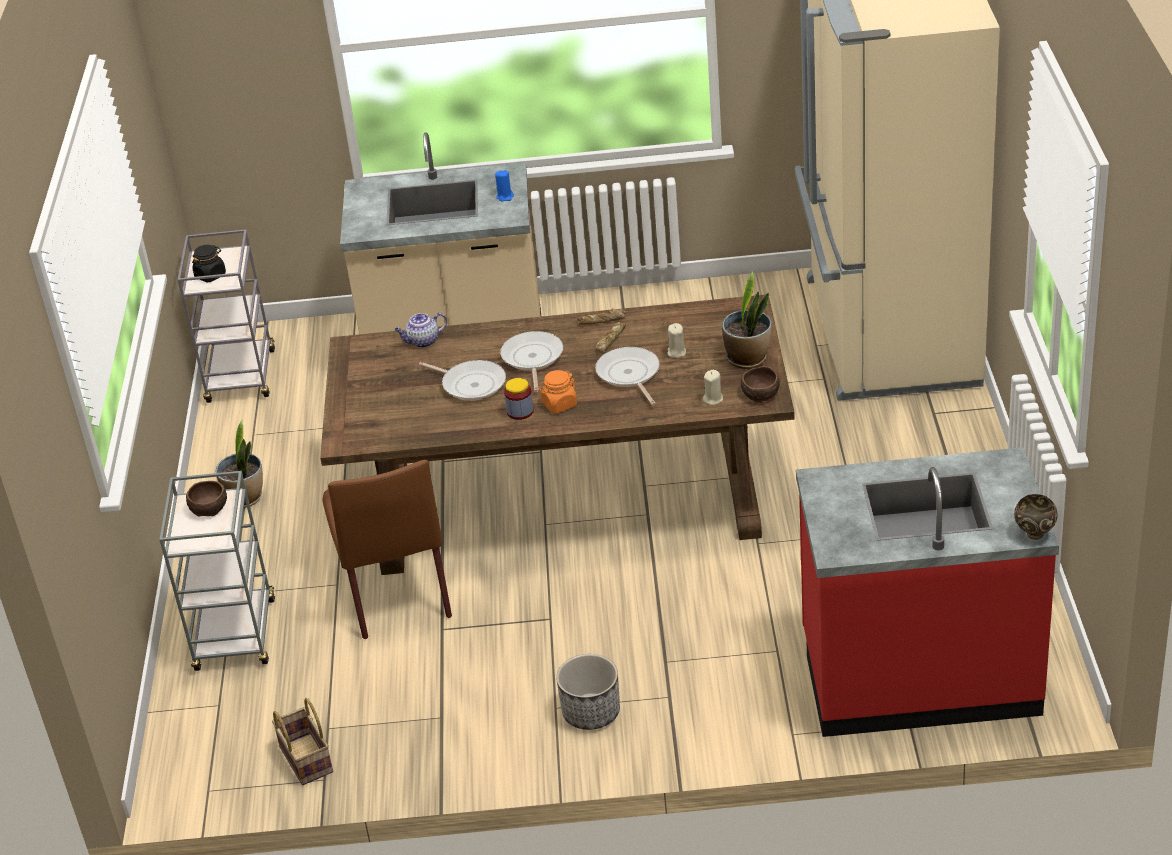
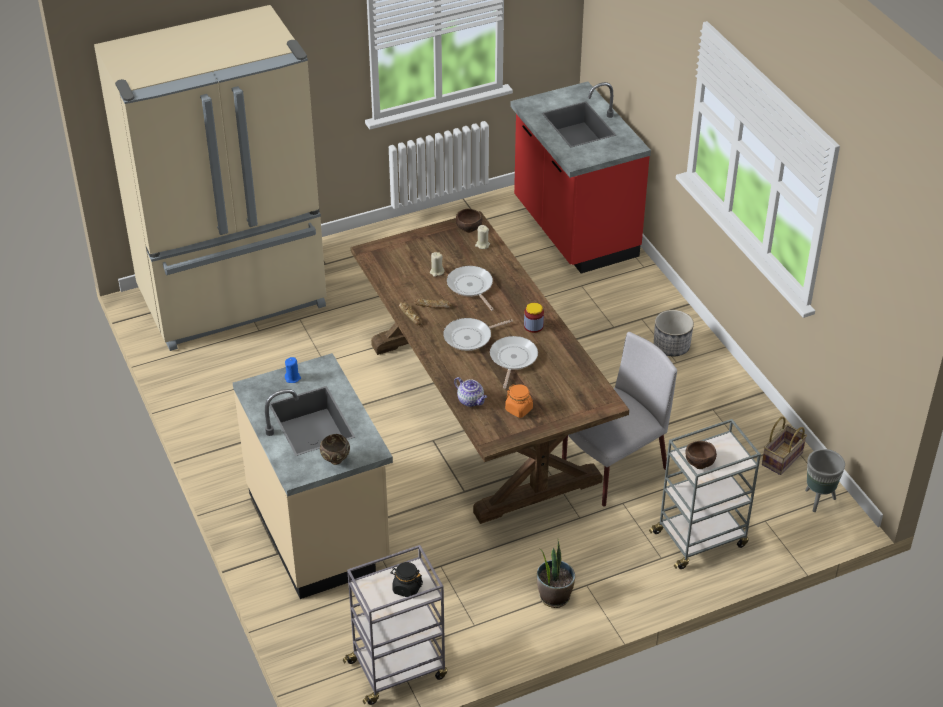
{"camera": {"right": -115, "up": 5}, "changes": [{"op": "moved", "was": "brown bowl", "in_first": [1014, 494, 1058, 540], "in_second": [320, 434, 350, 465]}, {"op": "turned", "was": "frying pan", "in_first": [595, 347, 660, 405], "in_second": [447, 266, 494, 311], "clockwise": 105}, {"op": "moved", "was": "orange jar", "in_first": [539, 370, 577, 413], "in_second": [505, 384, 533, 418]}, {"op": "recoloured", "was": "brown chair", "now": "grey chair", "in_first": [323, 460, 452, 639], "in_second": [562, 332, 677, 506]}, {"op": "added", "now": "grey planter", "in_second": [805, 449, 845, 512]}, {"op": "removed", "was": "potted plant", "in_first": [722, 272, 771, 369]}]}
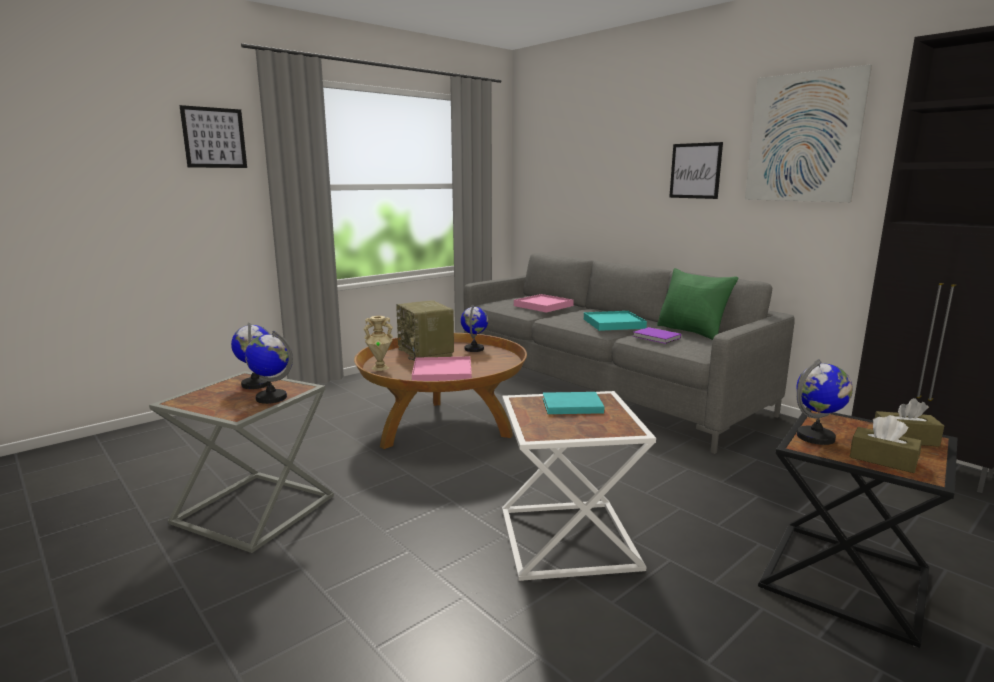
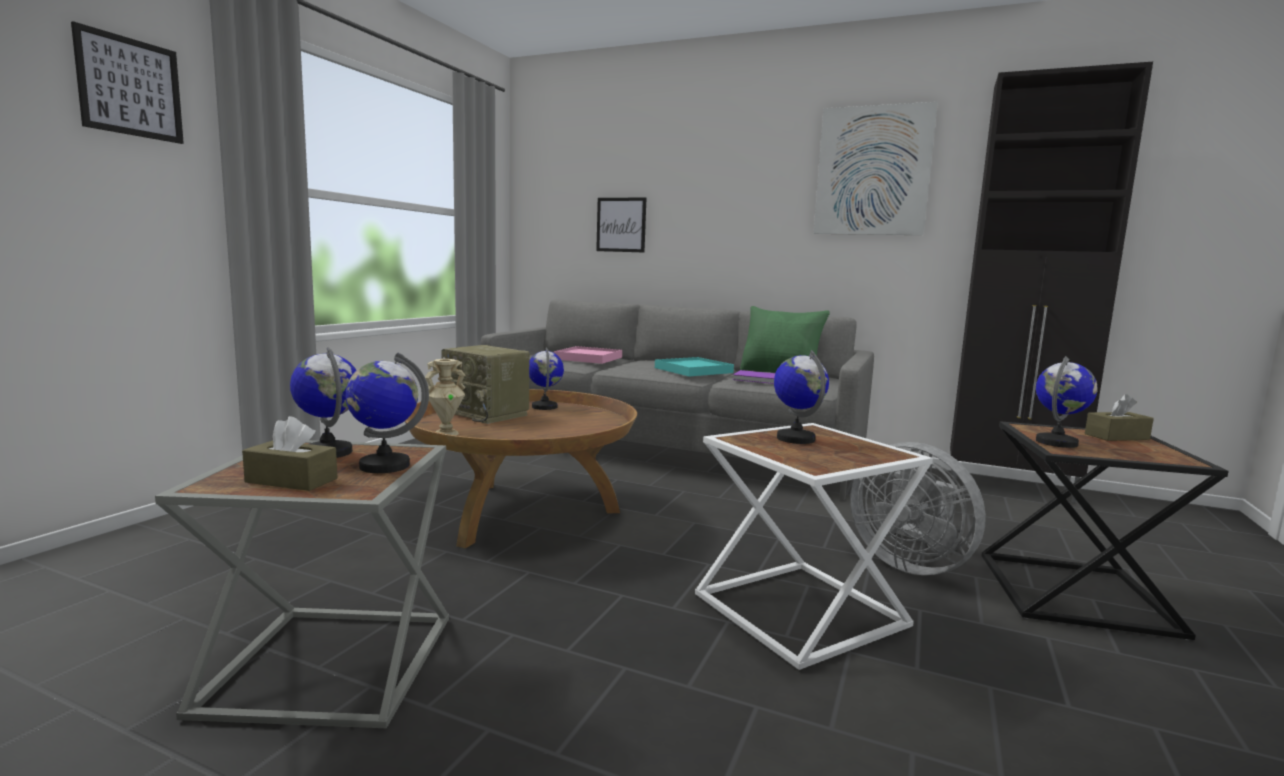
{"camera": {"right": -25, "up": -5}, "changes": [{"op": "moved", "was": "brown tissue box", "in_first": [850, 415, 922, 473], "in_second": [242, 416, 337, 491]}, {"op": "moved", "was": "picture", "in_first": [669, 142, 723, 199], "in_second": [596, 198, 646, 252]}, {"op": "replaced", "was": "turquoise book", "now": "globe", "in_first": [543, 392, 604, 414], "in_second": [774, 350, 829, 444]}, {"op": "added", "now": "grey fan", "in_second": [850, 442, 986, 575]}, {"op": "removed", "was": "pink tray", "in_first": [412, 357, 472, 381]}]}
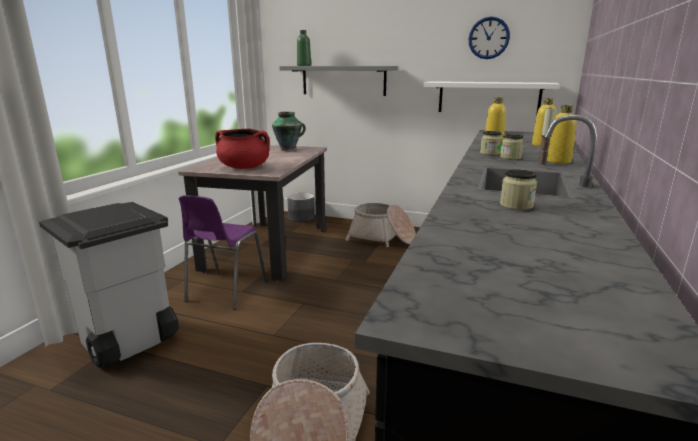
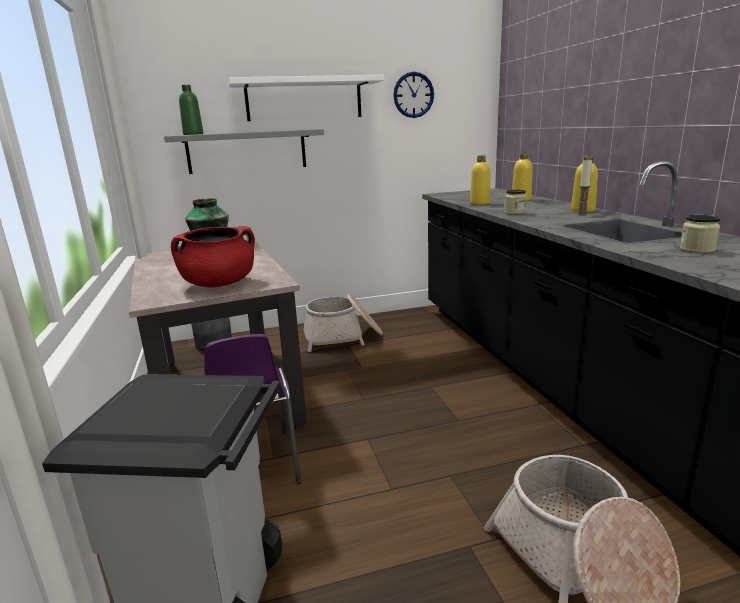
{"camera": {"right": -35, "up": 0}, "changes": [{"op": "moved", "was": "white shelf", "in_first": [423, 81, 560, 115], "in_second": [228, 75, 384, 121]}, {"op": "removed", "was": "jar", "in_first": [500, 134, 524, 160]}]}
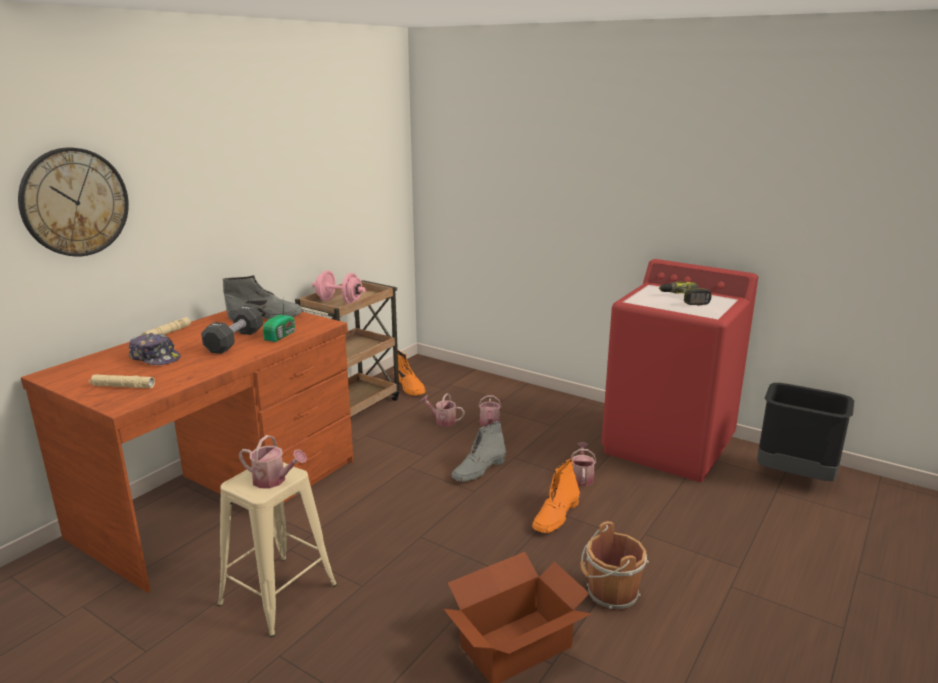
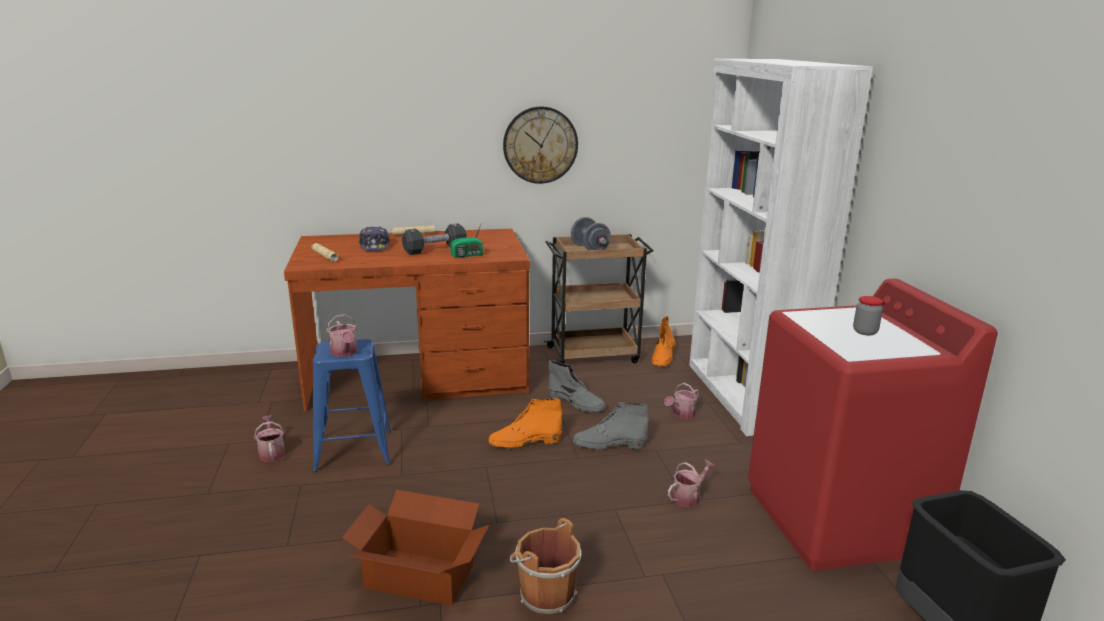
{"camera": {"right": 45, "up": 0}, "changes": [{"op": "moved", "was": "watering can", "in_first": [421, 393, 465, 426], "in_second": [254, 415, 286, 462]}, {"op": "recoloured", "was": "beige stool", "now": "blue stool", "in_first": [217, 462, 337, 637], "in_second": [313, 339, 391, 472]}, {"op": "moved", "was": "orange boot", "in_first": [532, 459, 580, 533], "in_second": [488, 399, 562, 449]}, {"op": "moved", "was": "wall clock", "in_first": [18, 147, 129, 257], "in_second": [503, 106, 578, 184]}, {"op": "moved", "was": "grey boot", "in_first": [223, 275, 302, 321], "in_second": [548, 360, 606, 412]}, {"op": "recoloured", "was": "pink dumbbell", "now": "grey dumbbell", "in_first": [312, 271, 365, 304], "in_second": [571, 217, 611, 250]}, {"op": "added", "now": "white bookcase", "in_second": [689, 59, 873, 436]}, {"op": "replaced", "was": "power drill", "now": "jar", "in_first": [659, 282, 712, 305], "in_second": [853, 296, 883, 335]}]}
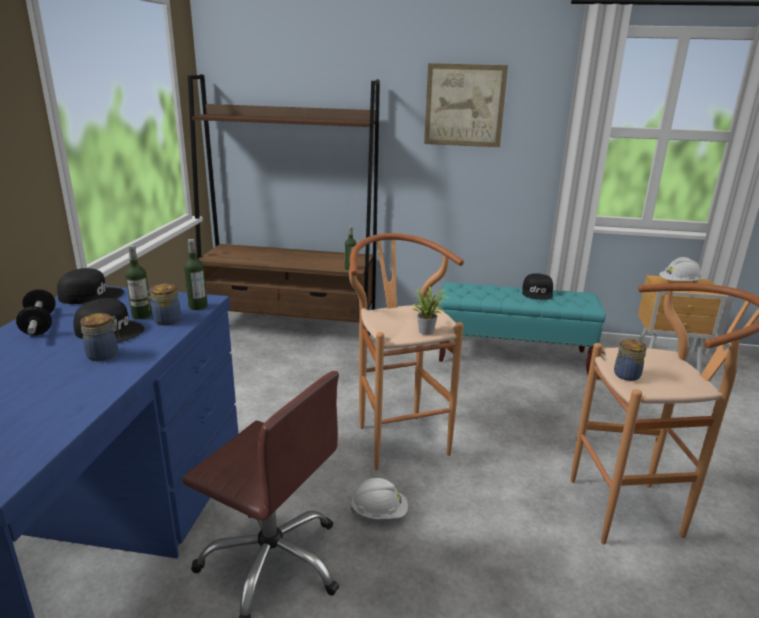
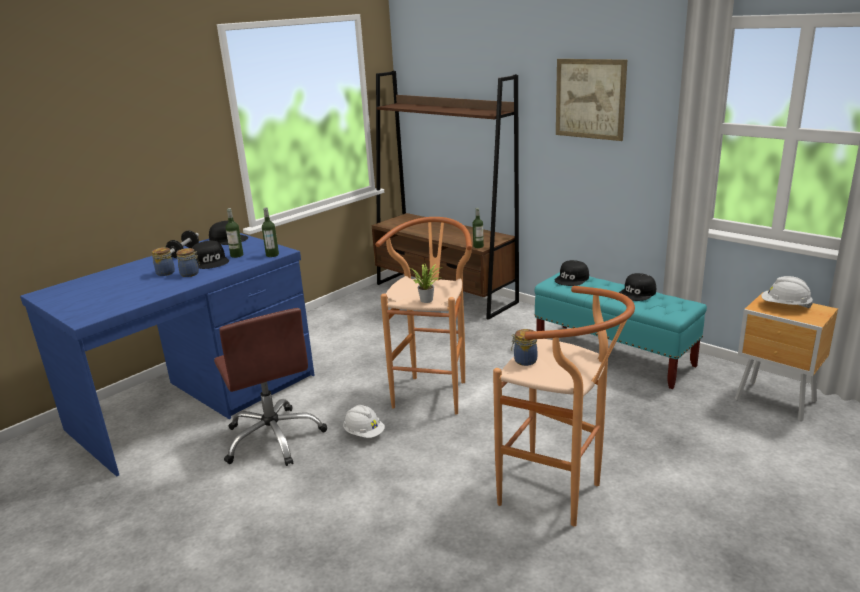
{"camera": {"right": 35, "up": 0}, "changes": [{"op": "moved", "was": "jar", "in_first": [147, 284, 181, 325], "in_second": [152, 247, 175, 276]}, {"op": "added", "now": "black cap", "in_second": [555, 260, 589, 286]}]}
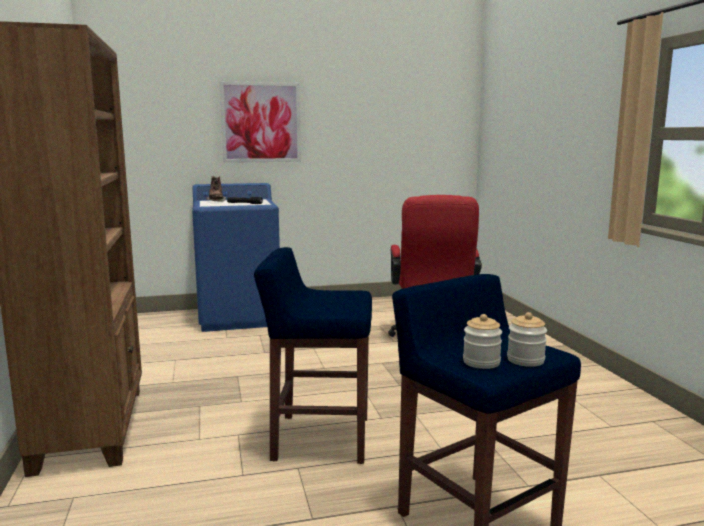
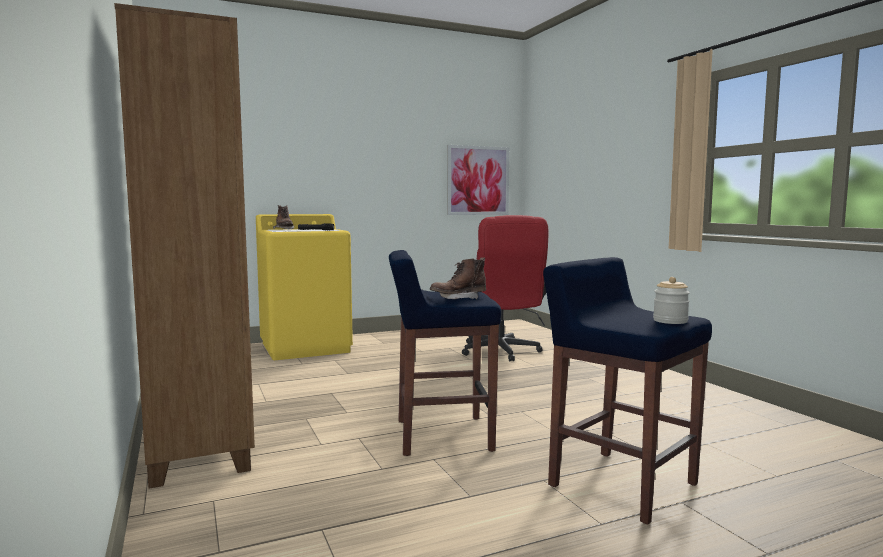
{"camera": {"right": -10, "up": -5}, "changes": [{"op": "recoloured", "was": "blue washing machine", "now": "yellow washing machine", "in_first": [192, 183, 280, 332], "in_second": [256, 214, 353, 360]}, {"op": "added", "now": "brown boot", "in_second": [430, 257, 486, 299]}, {"op": "moved", "was": "picture", "in_first": [220, 81, 301, 163], "in_second": [447, 145, 509, 215]}, {"op": "removed", "was": "jar", "in_first": [463, 314, 502, 369]}]}
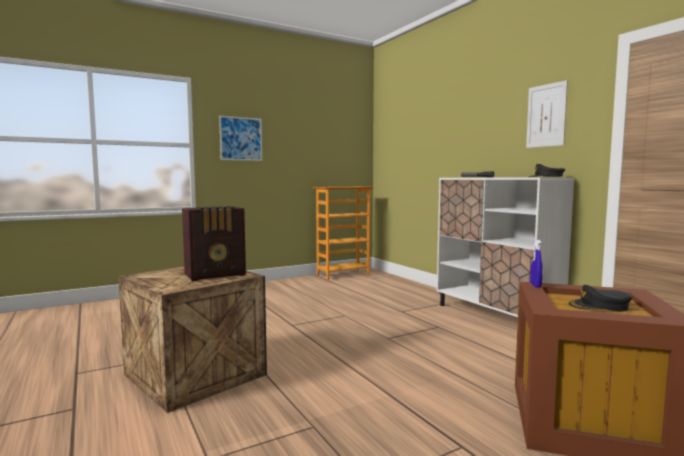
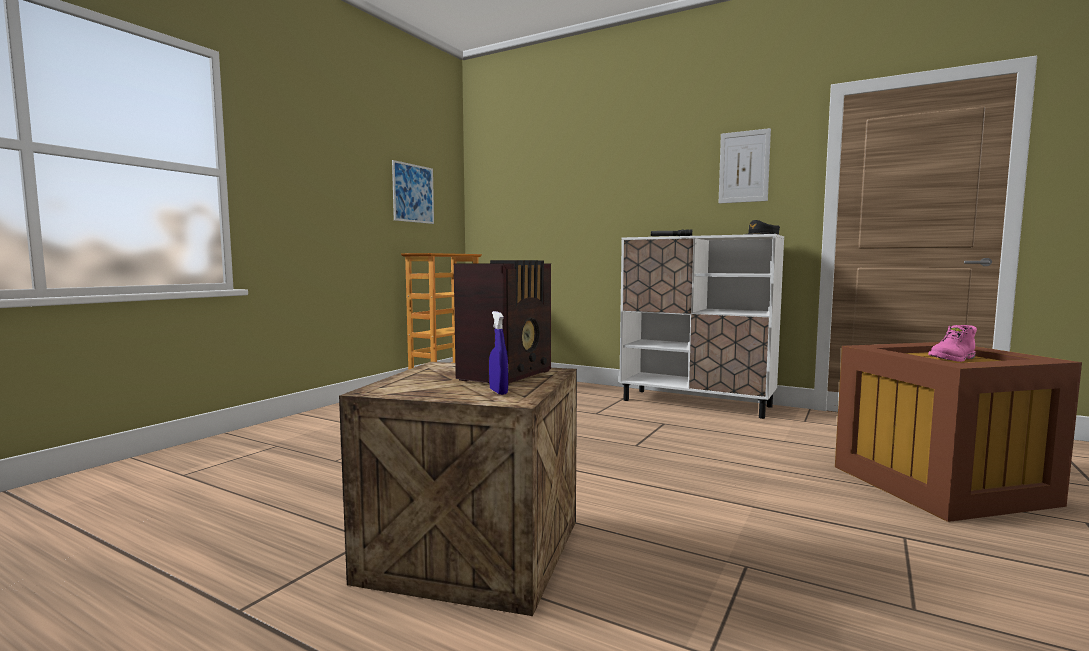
{"camera": {"right": -30, "up": 0}, "changes": [{"op": "moved", "was": "picture", "in_first": [219, 116, 262, 161], "in_second": [392, 160, 434, 224]}, {"op": "moved", "was": "blue spray bottle", "in_first": [530, 239, 543, 288], "in_second": [489, 311, 508, 395]}, {"op": "replaced", "was": "black cap", "now": "pink boot", "in_first": [569, 285, 633, 312], "in_second": [928, 325, 977, 362]}]}
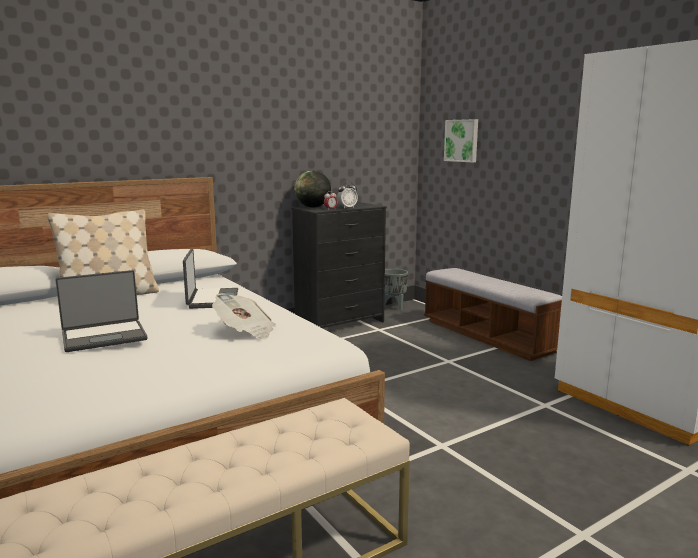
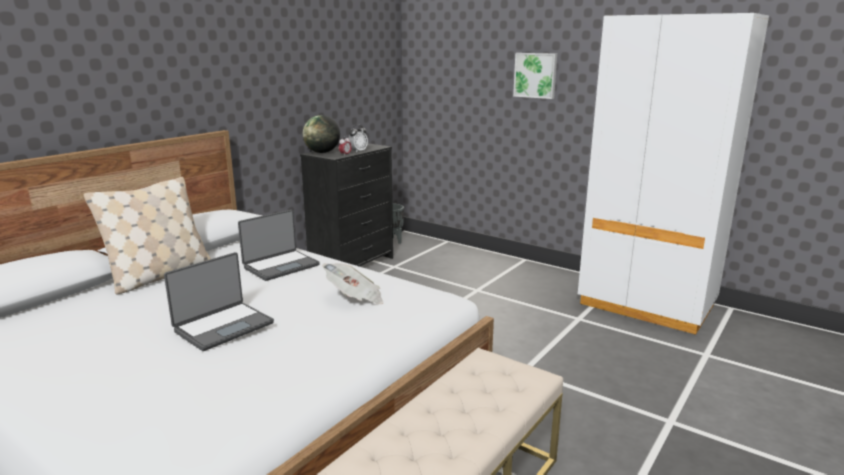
{"camera": {"right": -20, "up": 5}, "changes": [{"op": "turned", "was": "laptop", "in_first": [183, 248, 238, 309], "in_second": [238, 210, 320, 281], "clockwise": 75}, {"op": "moved", "was": "picture", "in_first": [444, 119, 478, 163], "in_second": [513, 53, 557, 99]}, {"op": "removed", "was": "bench", "in_first": [424, 268, 562, 361]}]}
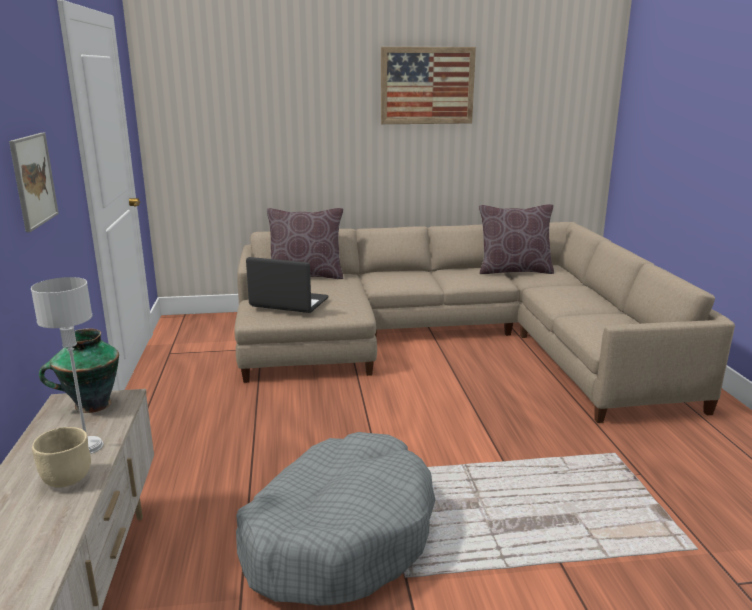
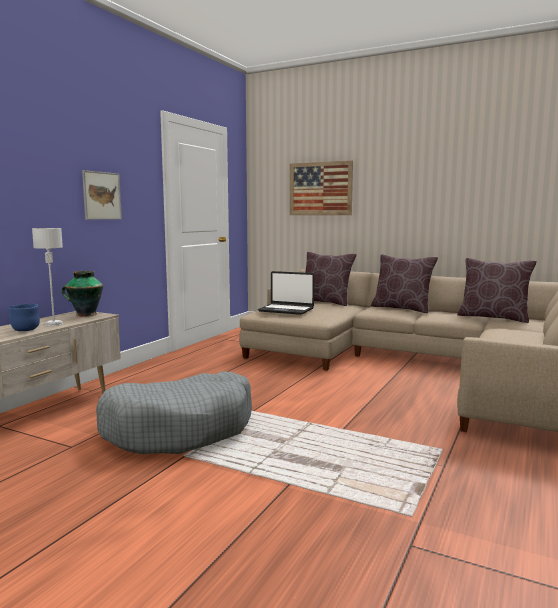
{"camera": {"right": 35, "up": -10}, "changes": [{"op": "recoloured", "was": "beige bowl", "now": "blue bowl", "in_first": [32, 427, 91, 487], "in_second": [8, 304, 40, 331]}, {"op": "turned", "was": "laptop", "in_first": [246, 257, 329, 313], "in_second": [258, 271, 314, 315], "clockwise": 150}, {"op": "moved", "was": "picture", "in_first": [381, 47, 476, 124], "in_second": [290, 160, 353, 215]}, {"op": "added", "now": "brown pillow", "in_second": [371, 254, 438, 313]}]}
